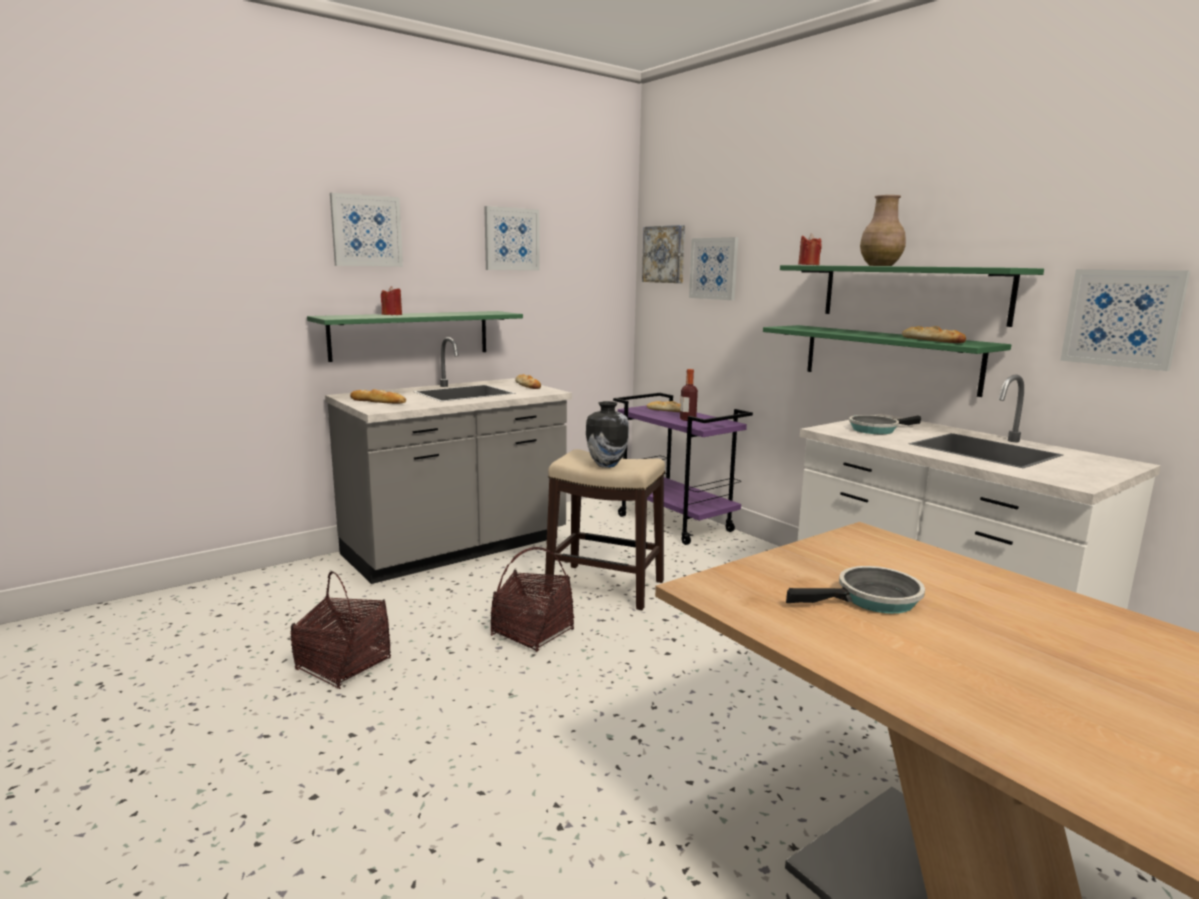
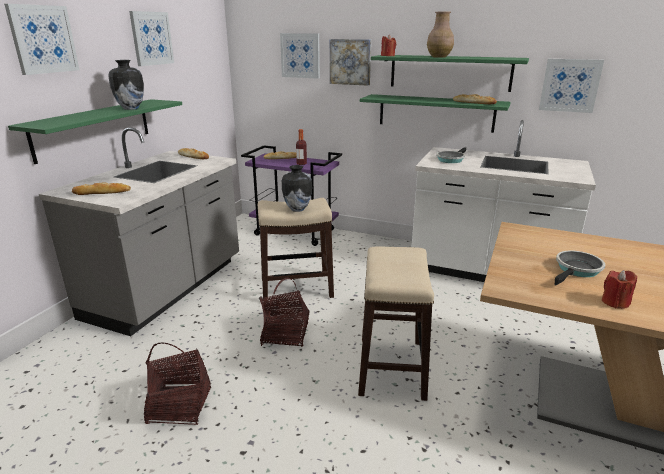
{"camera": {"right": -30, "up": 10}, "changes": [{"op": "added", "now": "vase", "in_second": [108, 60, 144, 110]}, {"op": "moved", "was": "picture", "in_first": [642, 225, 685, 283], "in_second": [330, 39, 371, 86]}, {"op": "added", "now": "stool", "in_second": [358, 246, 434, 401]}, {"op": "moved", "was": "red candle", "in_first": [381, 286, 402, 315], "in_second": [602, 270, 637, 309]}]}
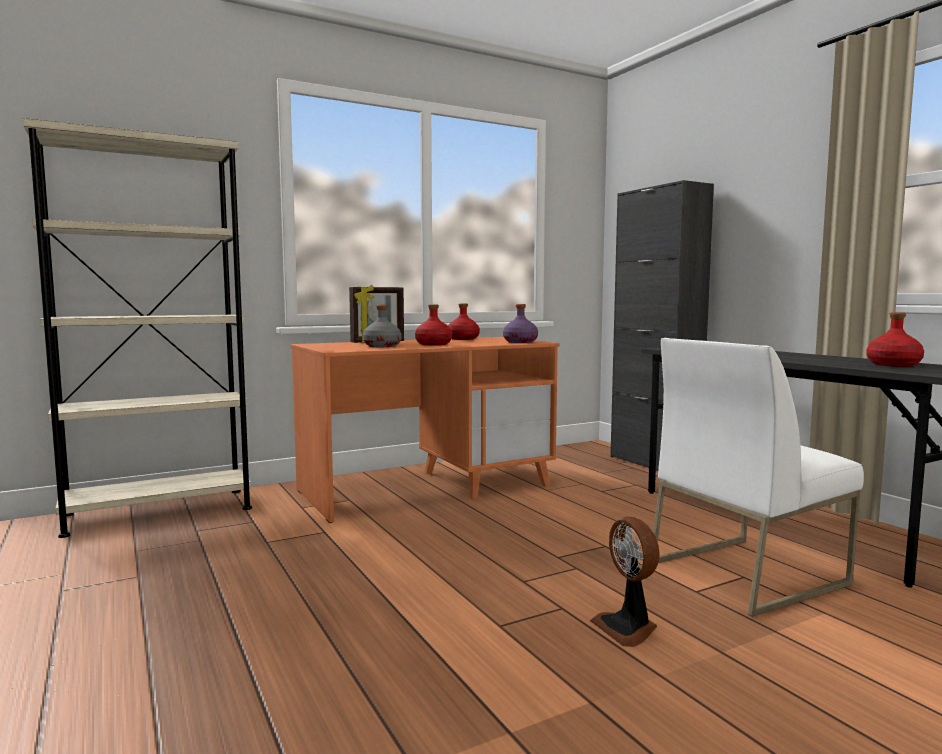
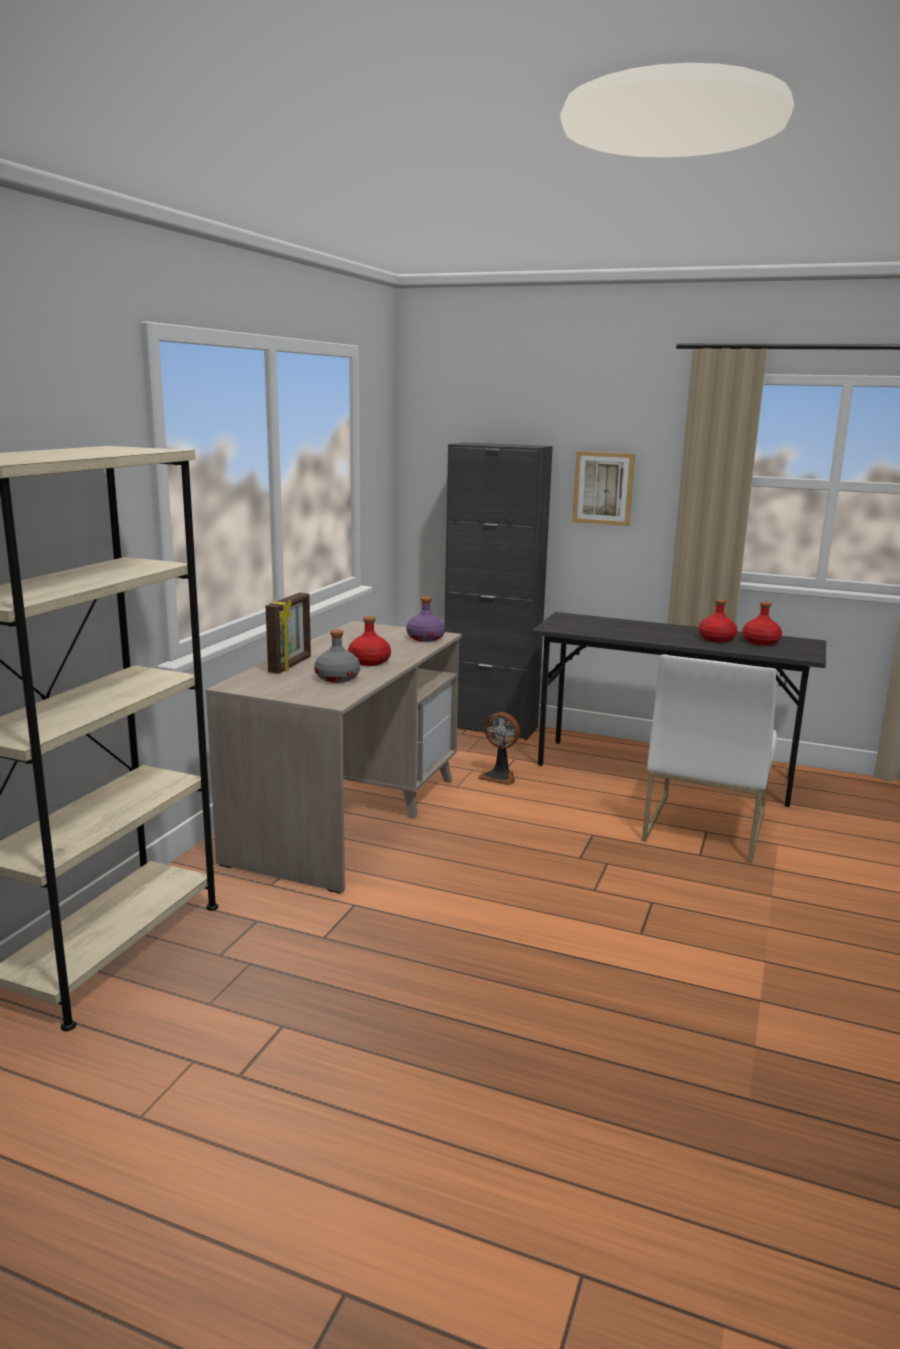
{"camera": {"right": -40, "up": 10}, "changes": [{"op": "recoloured", "was": "orange desk", "now": "beige desk", "in_first": [291, 337, 560, 523], "in_second": [205, 621, 462, 894]}, {"op": "moved", "was": "fan", "in_first": [590, 516, 660, 647], "in_second": [478, 712, 520, 785]}, {"op": "added", "now": "picture", "in_second": [572, 451, 635, 526]}, {"op": "moved", "was": "red bottle", "in_first": [448, 304, 480, 340], "in_second": [698, 599, 737, 643]}]}
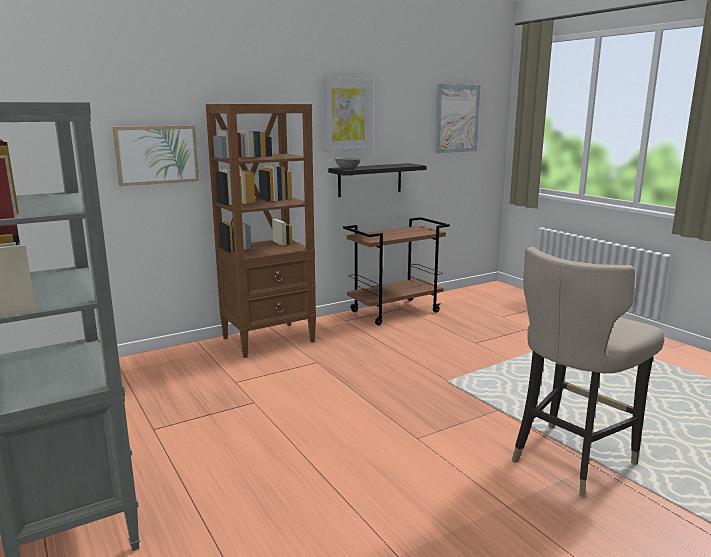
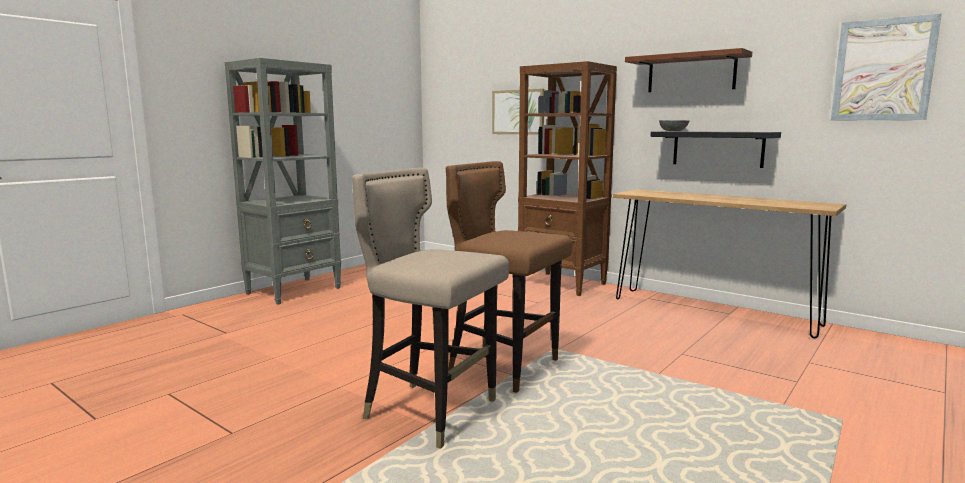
{"camera": {"right": 70, "up": -5}, "changes": [{"op": "added", "now": "brown stool", "in_second": [446, 161, 572, 393]}, {"op": "replaced", "was": "brown cart", "now": "brown console table", "in_first": [343, 217, 450, 325], "in_second": [613, 189, 846, 338]}, {"op": "replaced", "was": "picture", "now": "brown shelf", "in_first": [321, 77, 373, 152], "in_second": [625, 48, 752, 92]}]}
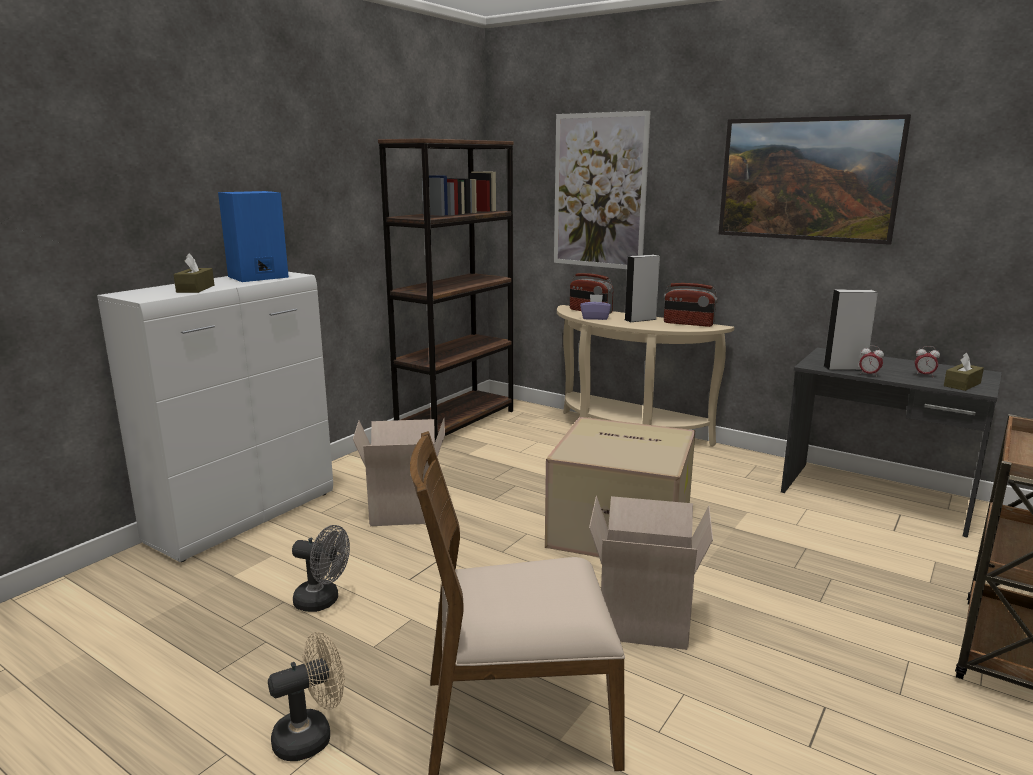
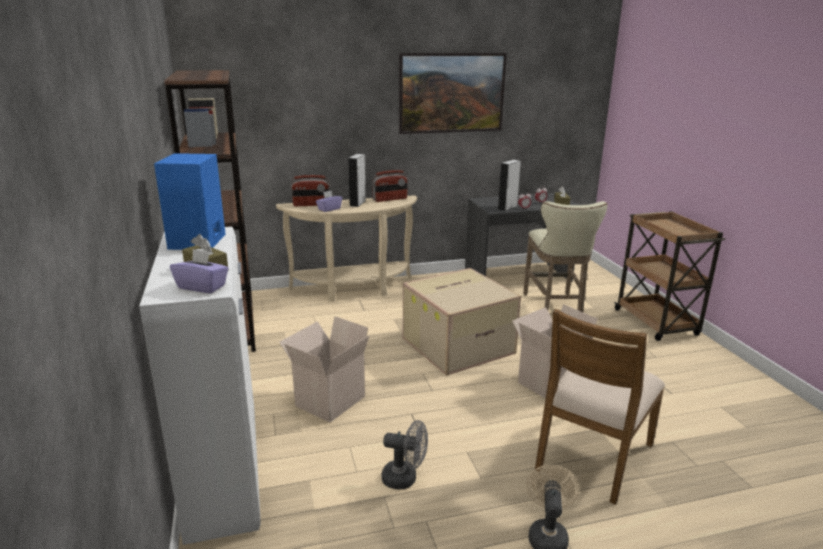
{"camera": {"right": -50, "up": 5}, "changes": [{"op": "added", "now": "purple tissue box", "in_second": [170, 249, 229, 293]}, {"op": "turned", "was": "grey fan", "in_first": [292, 525, 350, 612], "in_second": [381, 420, 428, 489], "clockwise": 45}, {"op": "added", "now": "beige stool", "in_second": [523, 201, 608, 312]}, {"op": "removed", "was": "picture", "in_first": [554, 111, 651, 269]}]}
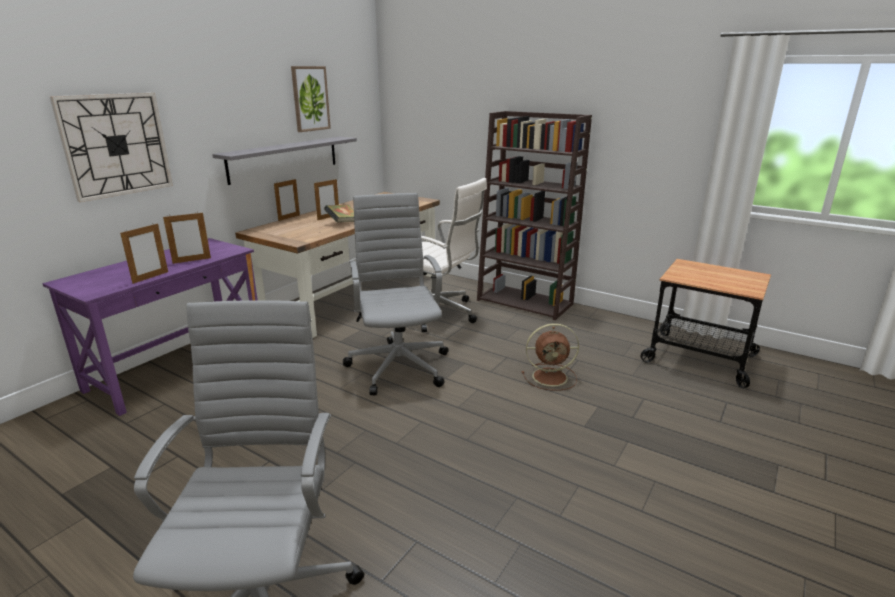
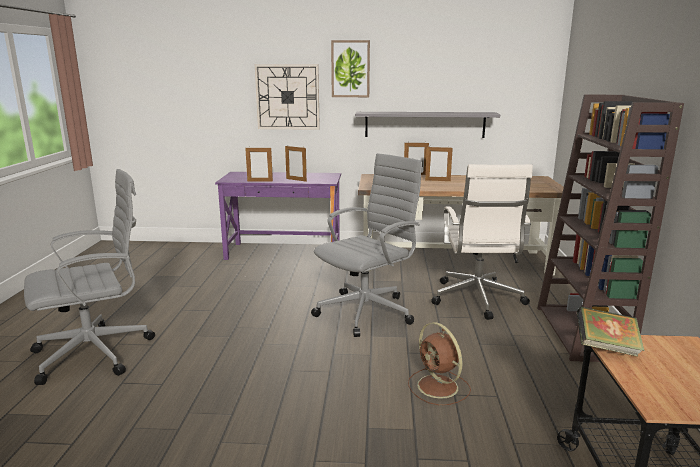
{"camera": {"right": 60, "up": -5}, "changes": [{"op": "moved", "was": "picture", "in_first": [291, 66, 331, 132], "in_second": [331, 40, 370, 97]}, {"op": "moved", "was": "book", "in_first": [324, 205, 354, 222], "in_second": [577, 307, 645, 357]}]}
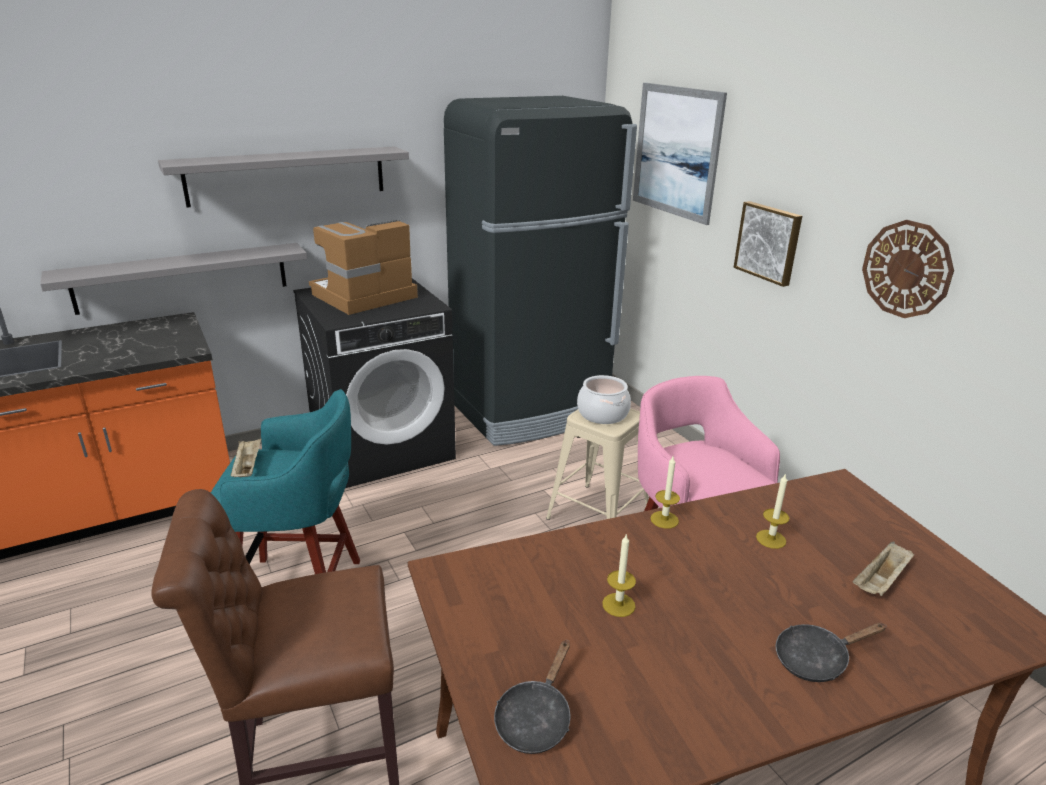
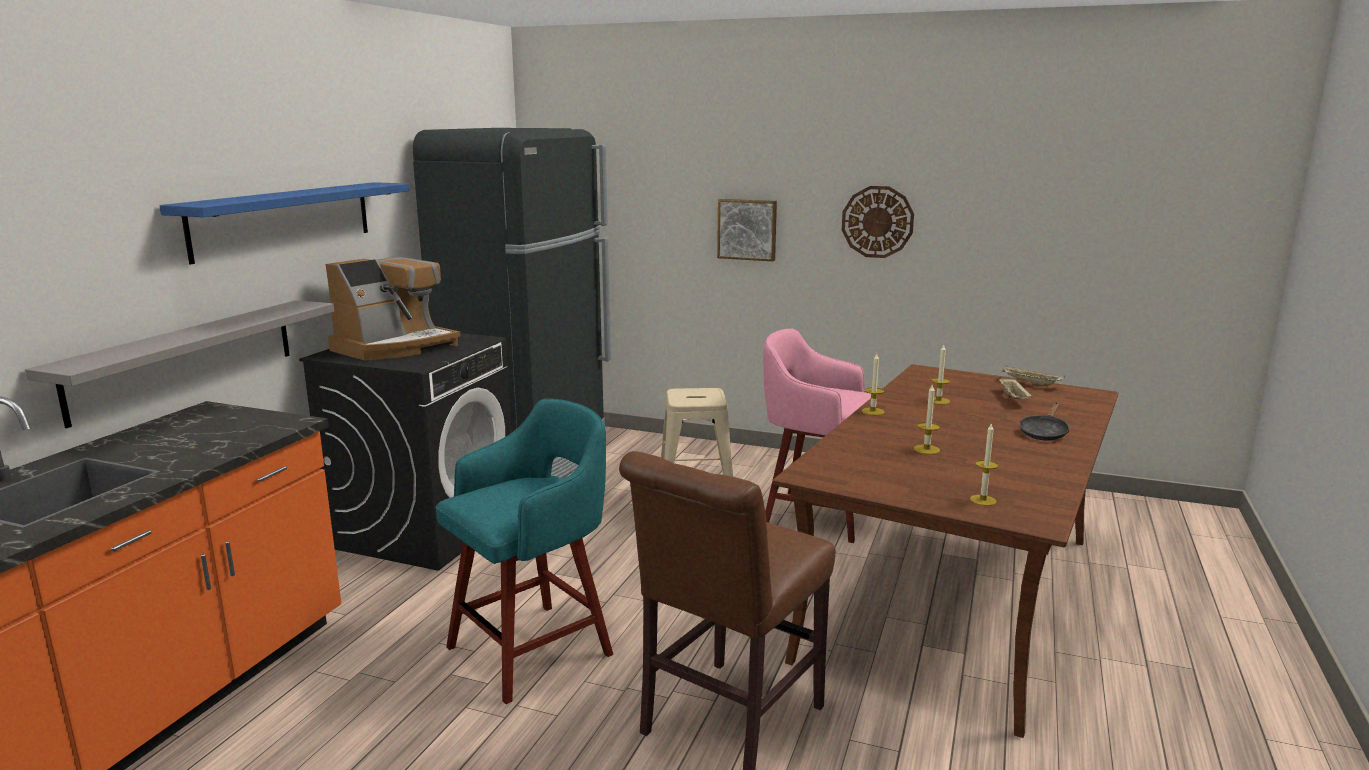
{"camera": {"right": -40, "up": -10}, "changes": [{"op": "recoloured", "was": "grey shelf", "now": "blue shelf", "in_first": [158, 146, 409, 208], "in_second": [160, 182, 409, 264]}, {"op": "turned", "was": "coffee machine", "in_first": [309, 220, 418, 315], "in_second": [326, 257, 460, 361], "clockwise": -150}, {"op": "replaced", "was": "black frying pan", "now": "candle", "in_first": [494, 640, 571, 754], "in_second": [970, 424, 998, 506]}, {"op": "moved", "was": "beige tray", "in_first": [230, 439, 261, 477], "in_second": [1002, 366, 1065, 386]}, {"op": "removed", "was": "cooking pot", "in_first": [577, 375, 631, 424]}, {"op": "removed", "was": "picture", "in_first": [633, 83, 727, 225]}]}
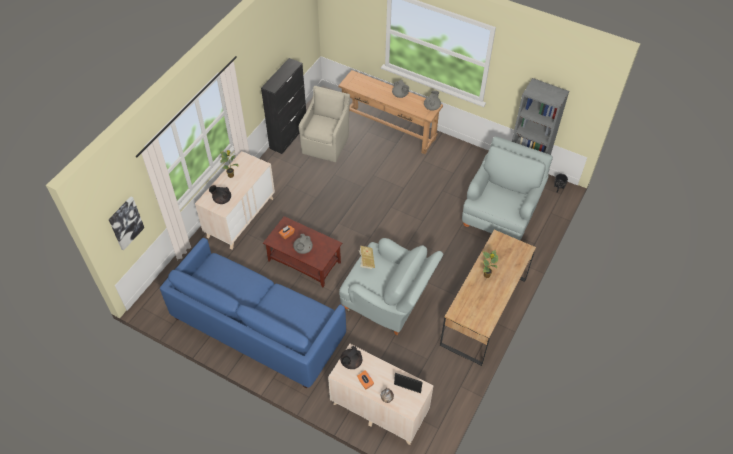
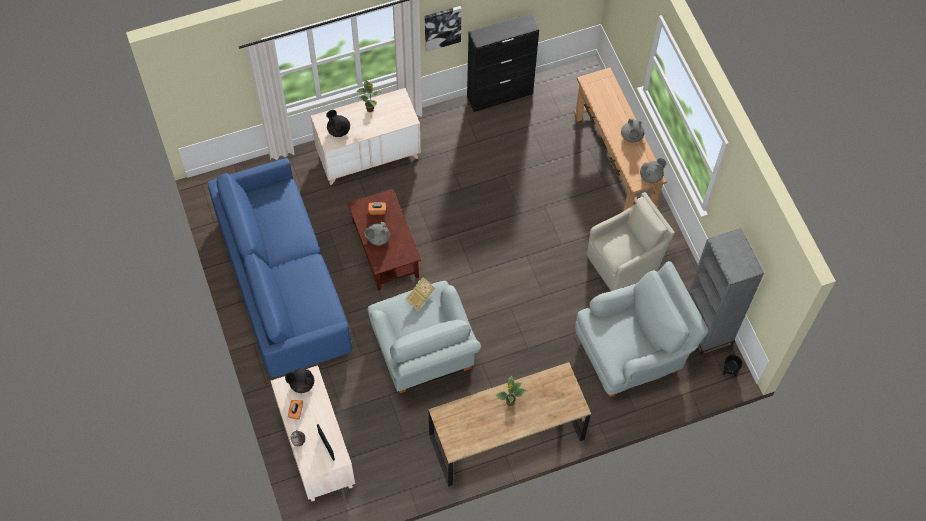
{"camera": {"right": 40, "up": 10}, "changes": [{"op": "moved", "was": "picture", "in_first": [108, 197, 144, 250], "in_second": [425, 6, 462, 52]}, {"op": "moved", "was": "beige armchair", "in_first": [299, 86, 350, 162], "in_second": [587, 192, 675, 291]}]}
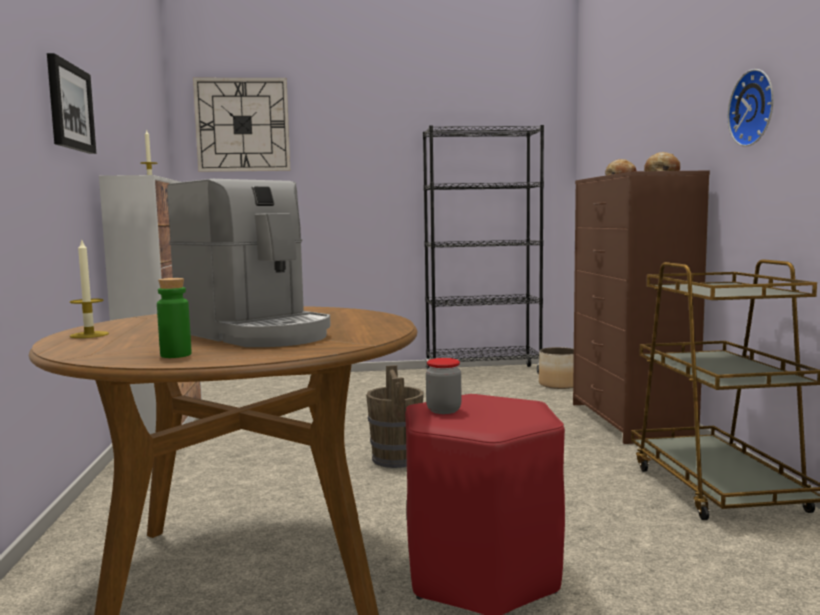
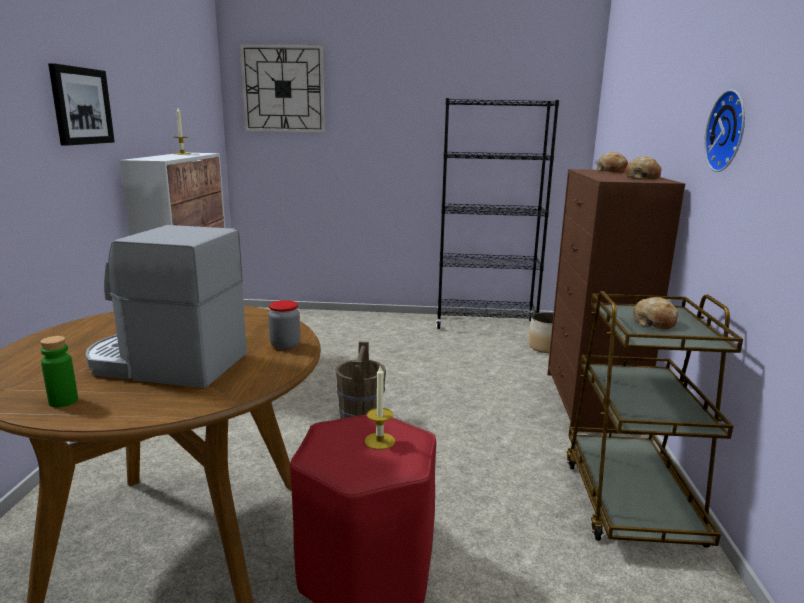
{"camera": {"right": 10, "up": 10}, "changes": [{"op": "turned", "was": "coffee machine", "in_first": [167, 179, 331, 347], "in_second": [85, 225, 247, 388], "clockwise": 135}, {"op": "moved", "was": "jar", "in_first": [426, 358, 461, 414], "in_second": [268, 300, 300, 350]}, {"op": "moved", "was": "candle", "in_first": [70, 241, 109, 338], "in_second": [365, 365, 395, 450]}, {"op": "added", "now": "bread", "in_second": [633, 297, 678, 329]}]}
